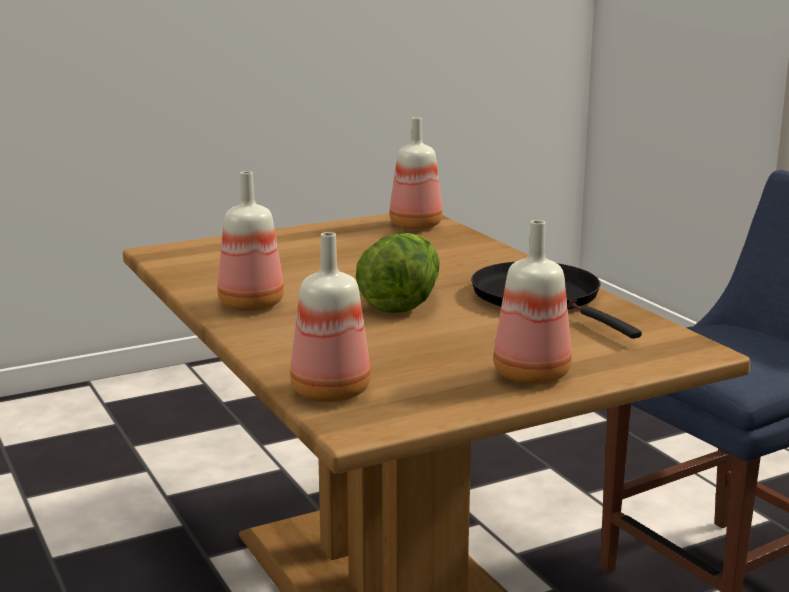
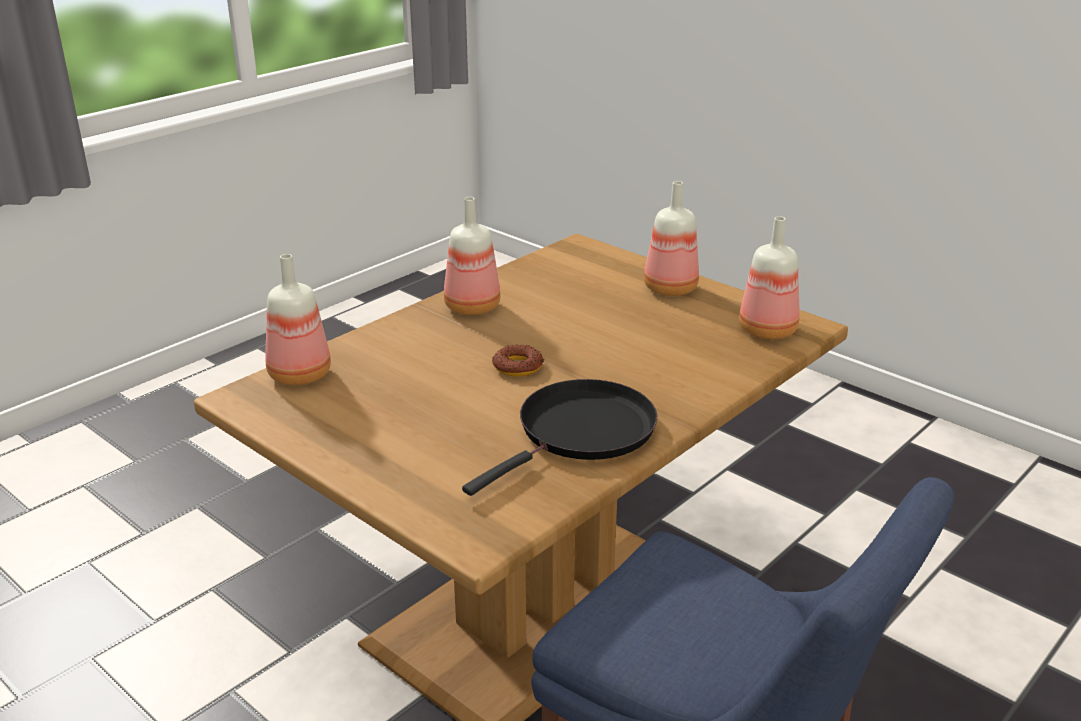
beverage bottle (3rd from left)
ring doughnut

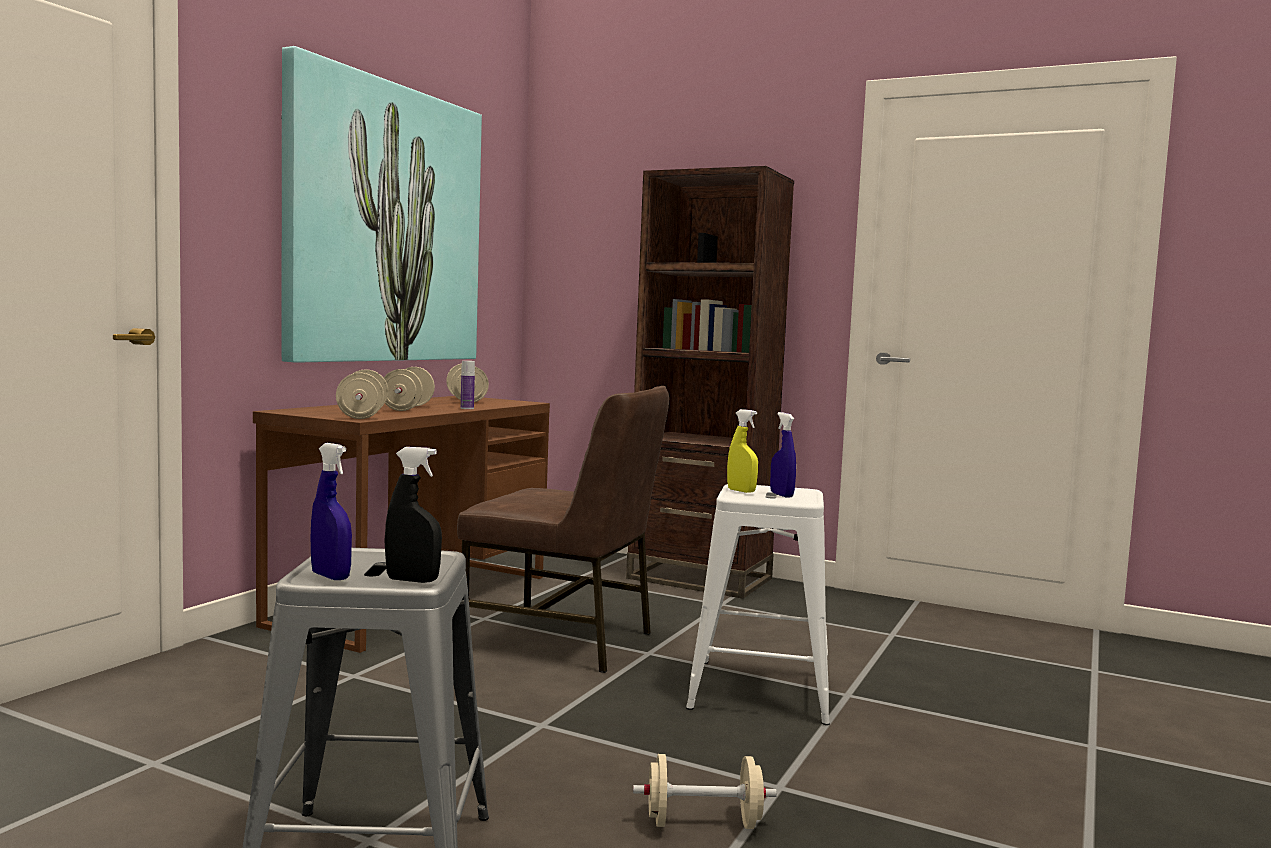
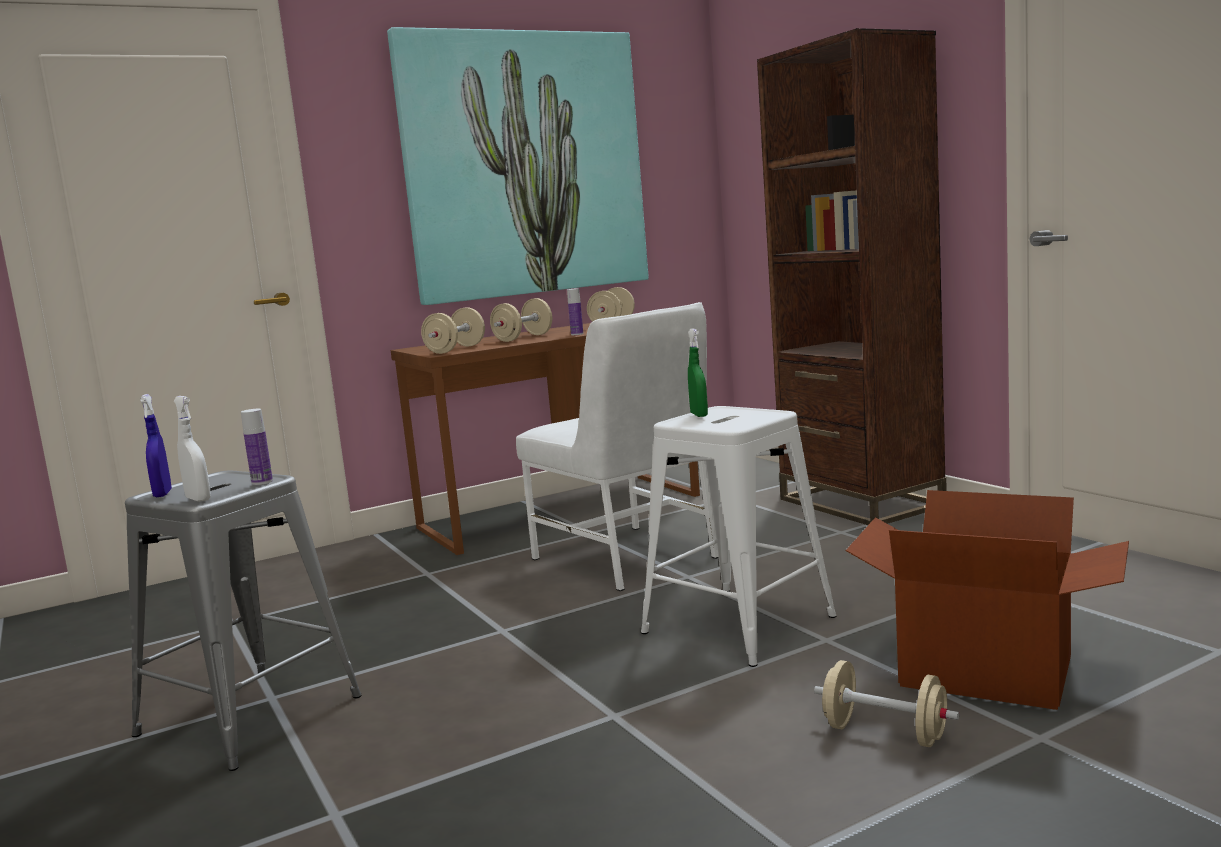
sprayer/blue (2nd from left in the first image)
beverage bottle (1st from left)
cardboard box
free weight/beige-coloured (4th from left)
sprayer/white-coloured
chair/white-coloured
sprayer/green

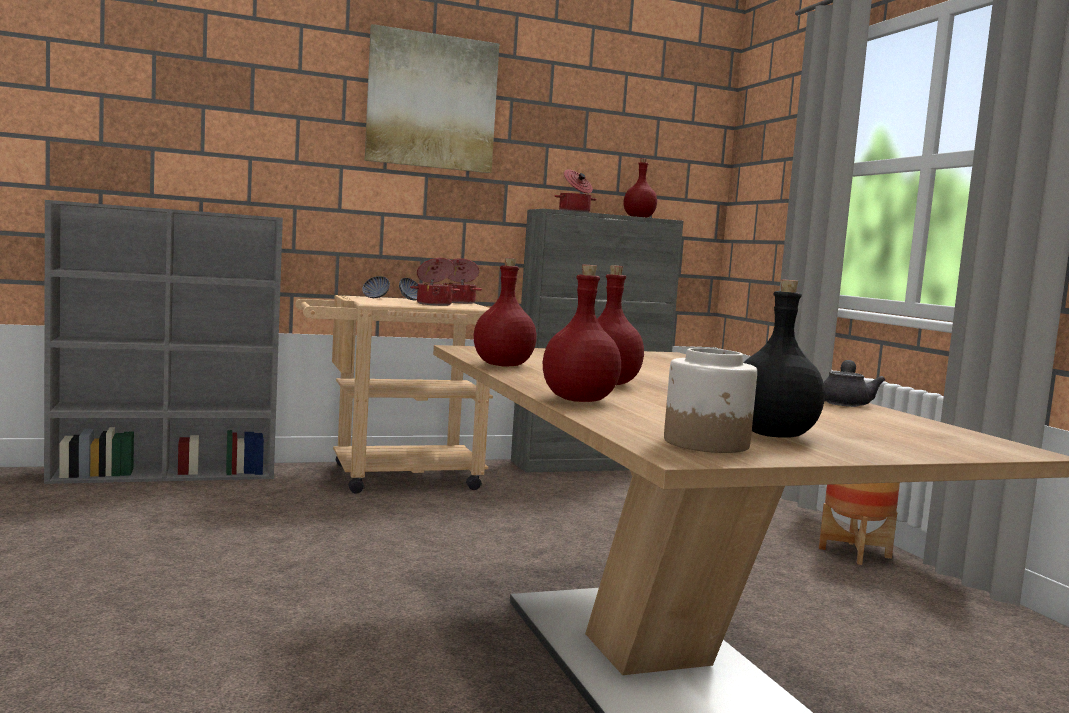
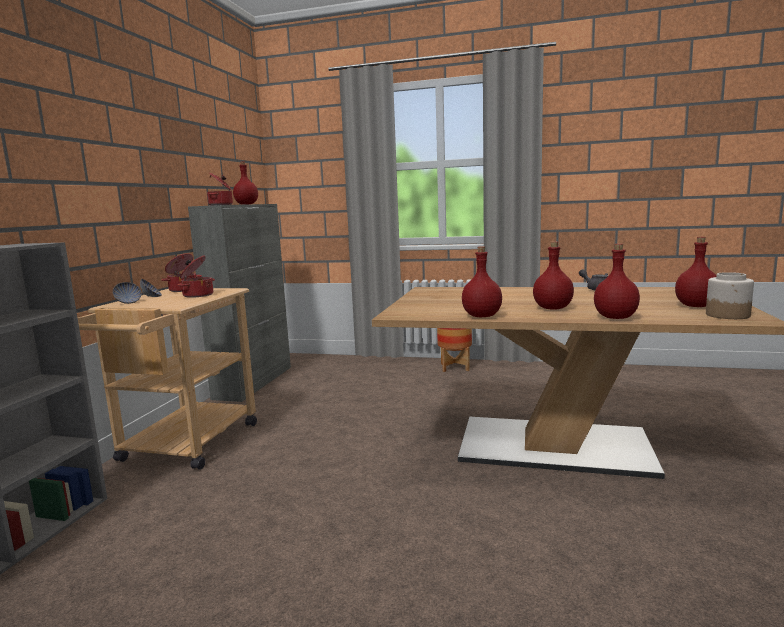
wall art
beverage bottle/reddish (5th from left)

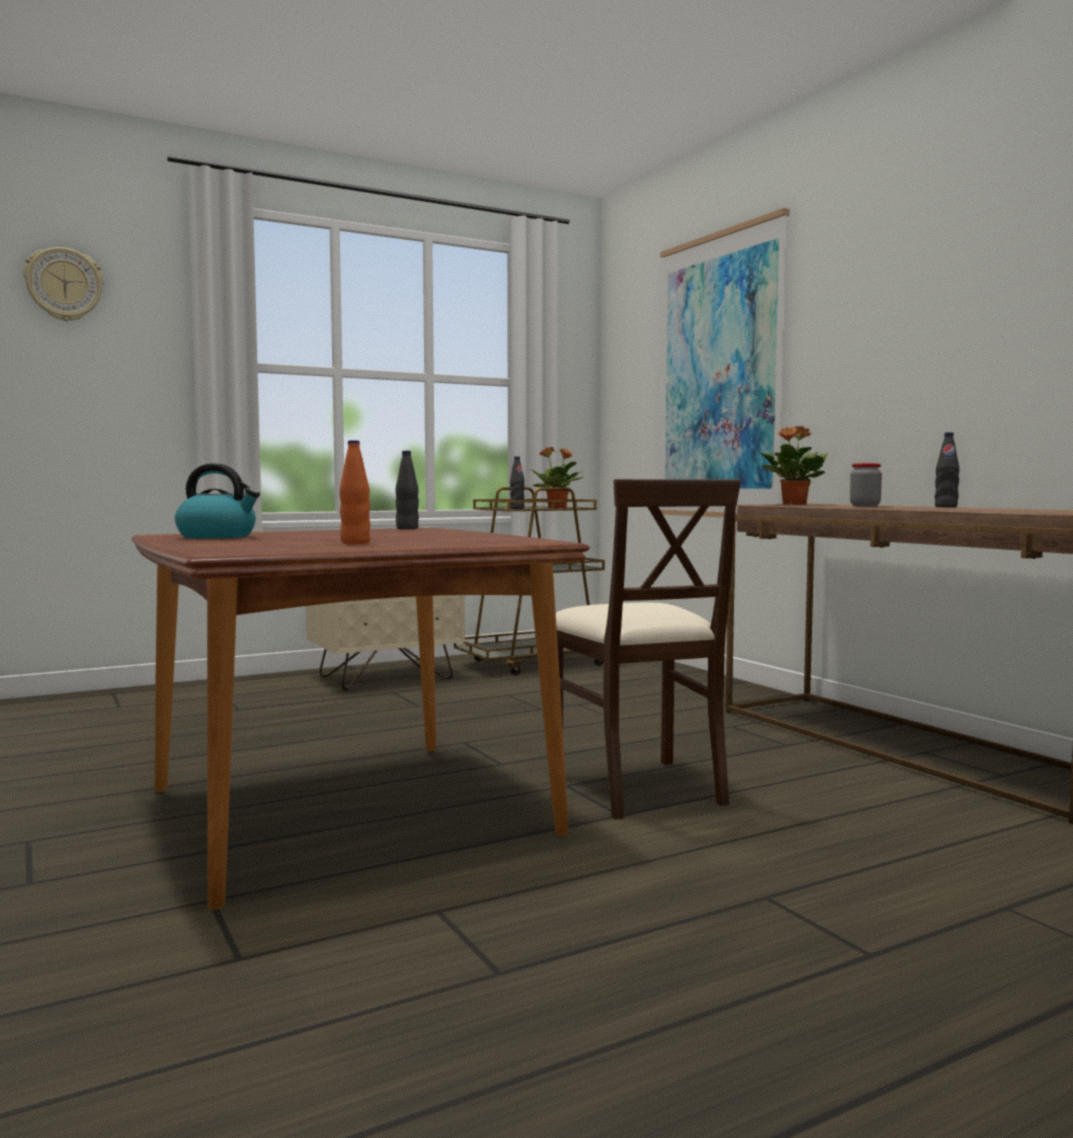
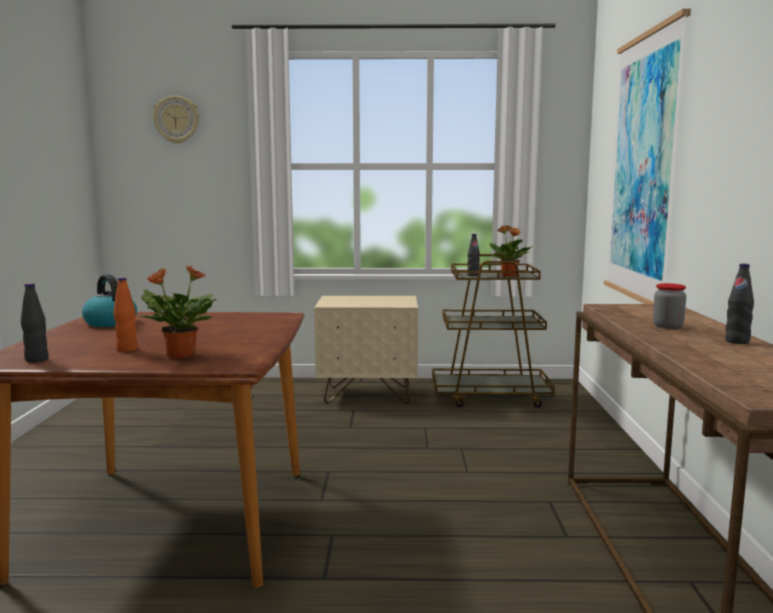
chair/beige-coloured
beverage bottle/blackish (1st from left)
houseplant (1st from left)

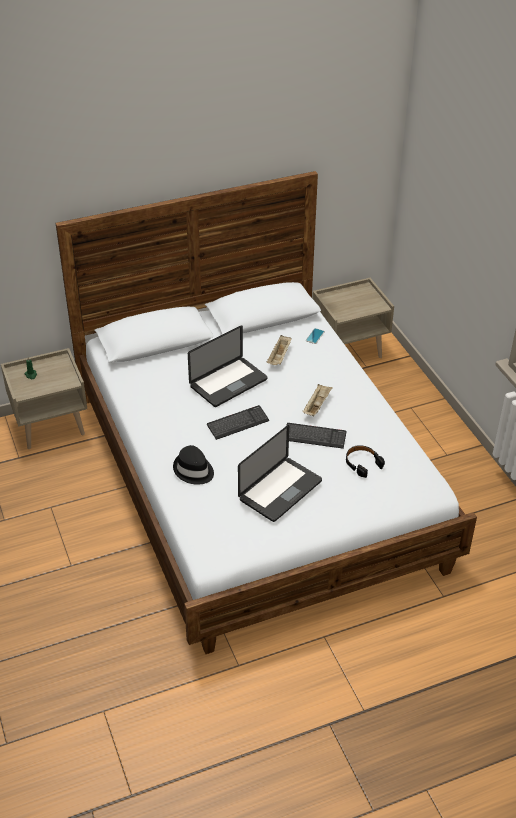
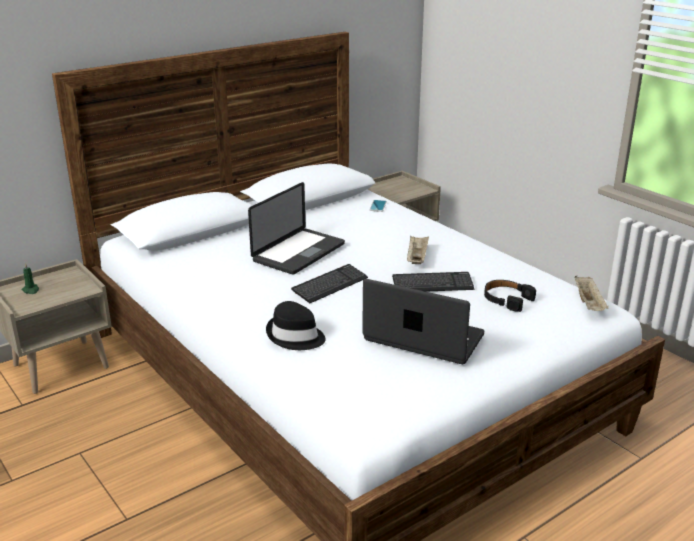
serving tray/beige-coloured (2nd from left)
notebook computer (2nd from left)

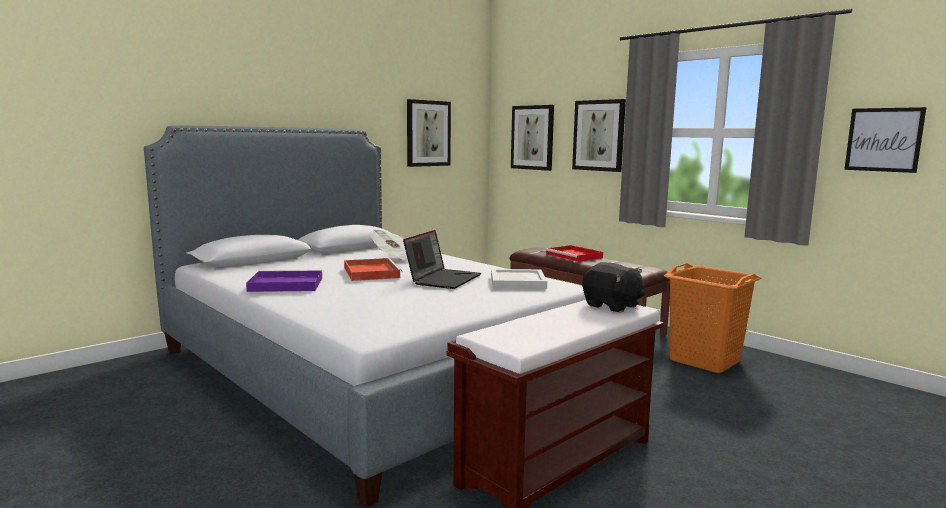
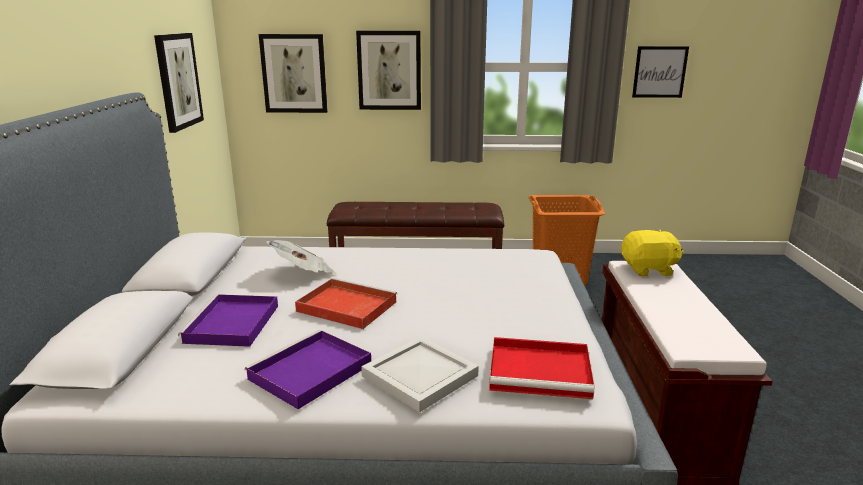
notebook computer
serving tray/purple (1st from left)
serving tray/white-coloured
serving tray/reddish (2nd from left)
cuddly toy/yellow

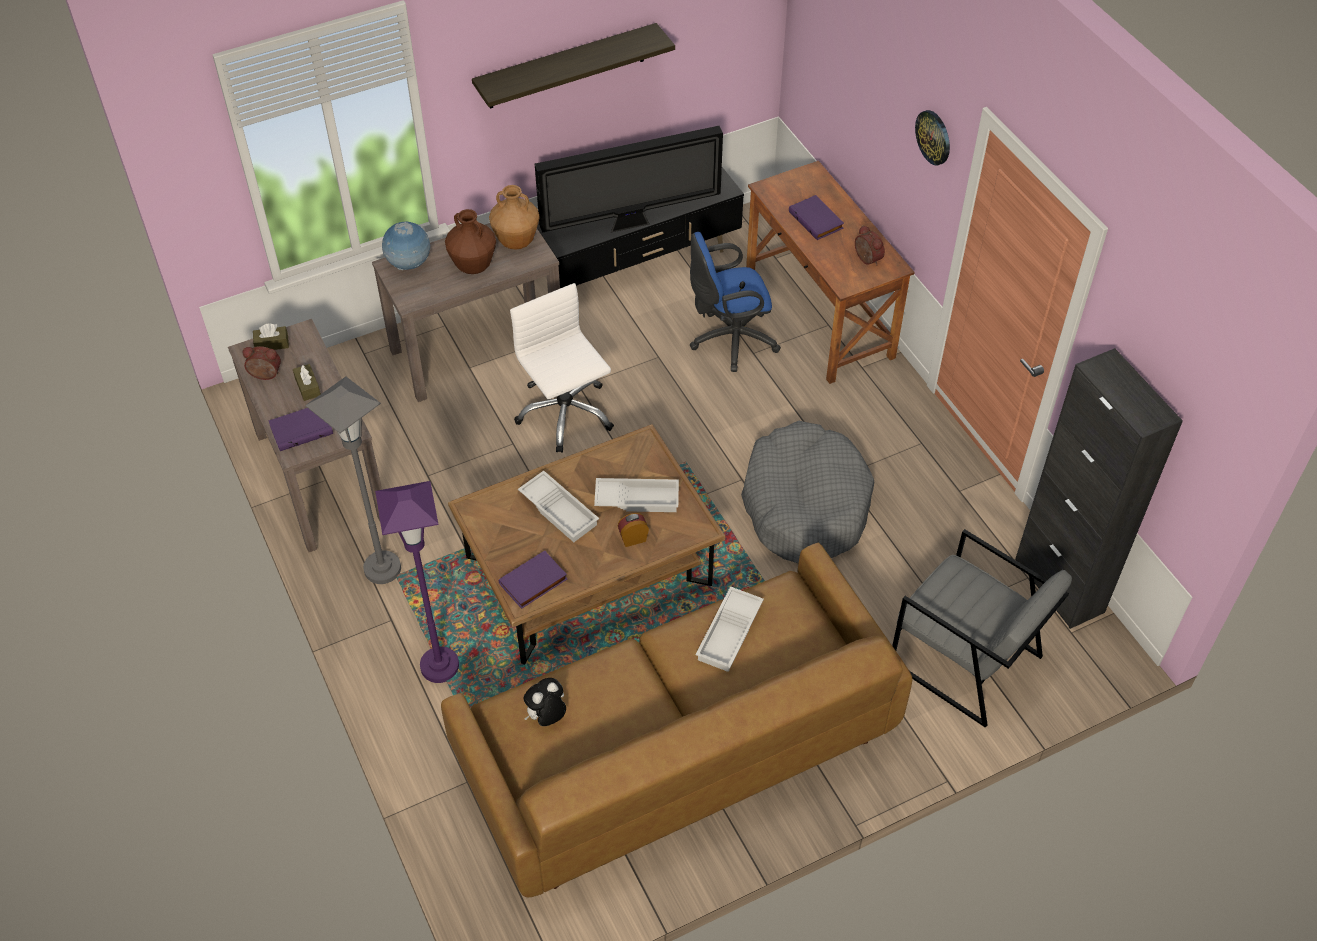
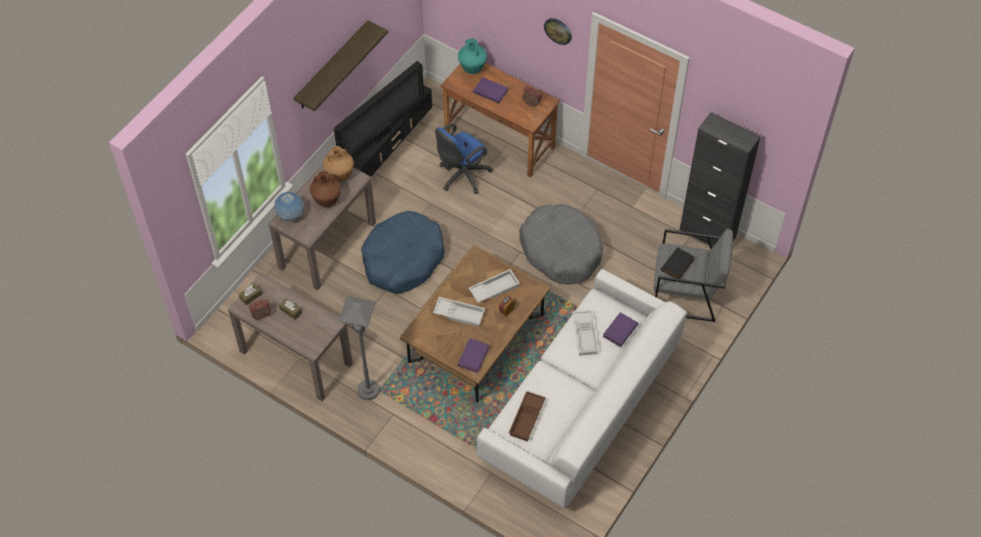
floor lamp/purple
vase/turquoise-coloured
bound book/blackish
bound book/purple (3rd from left)
pet bed/blue
serving tray/brown
sofa/white-coloured

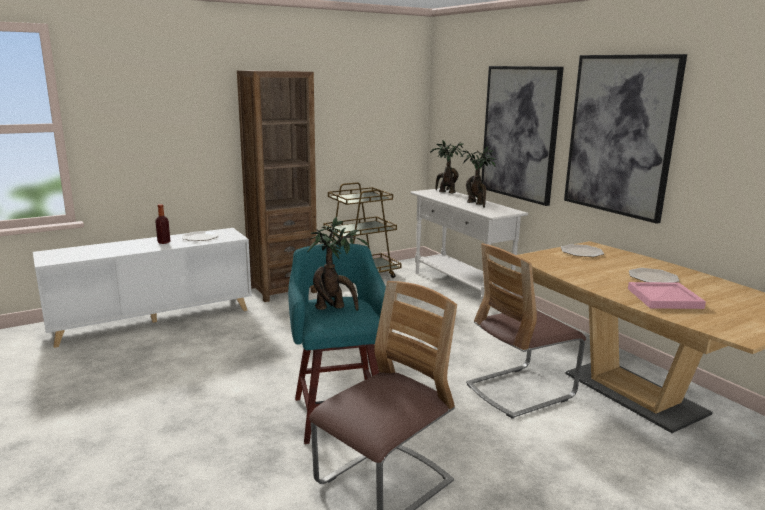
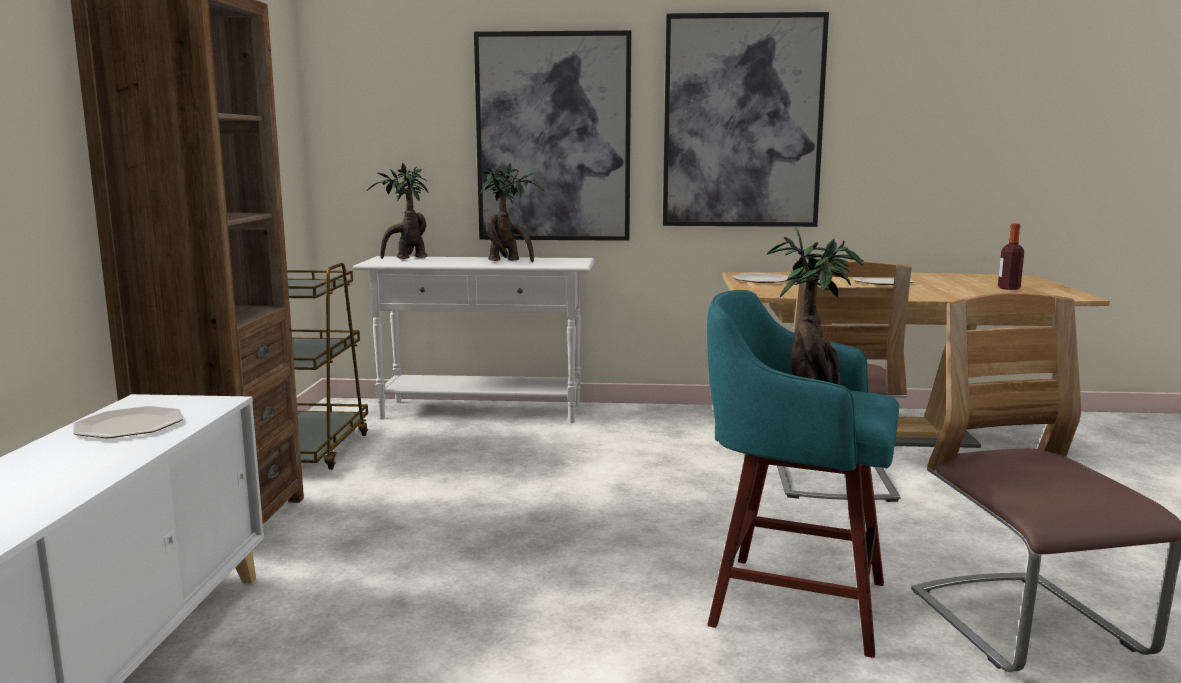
serving tray/pinkish
beverage bottle

